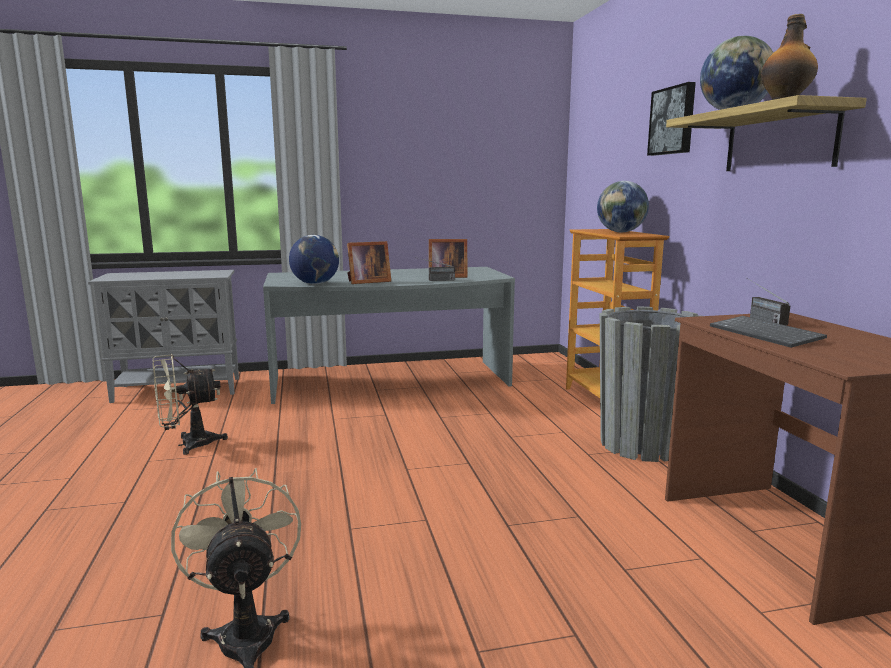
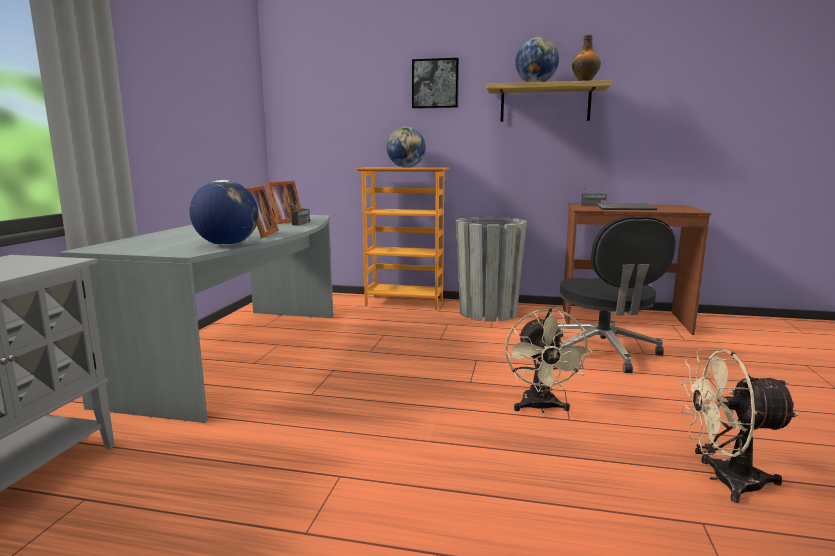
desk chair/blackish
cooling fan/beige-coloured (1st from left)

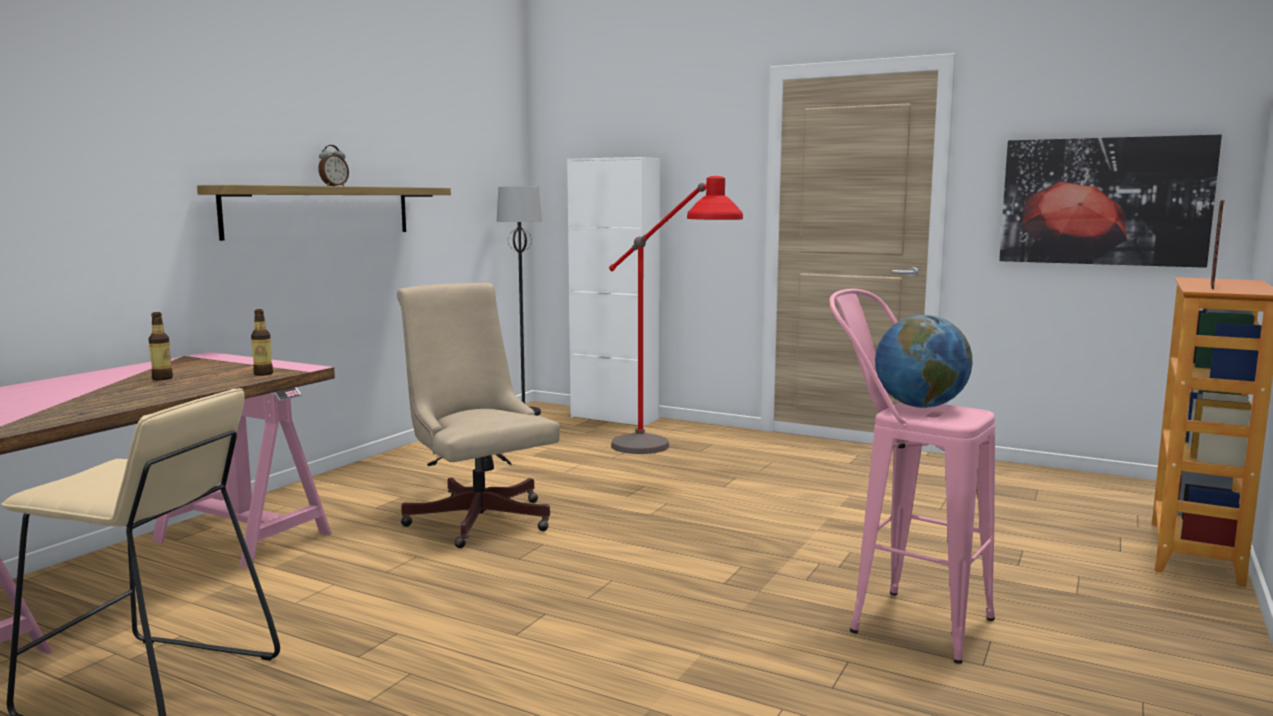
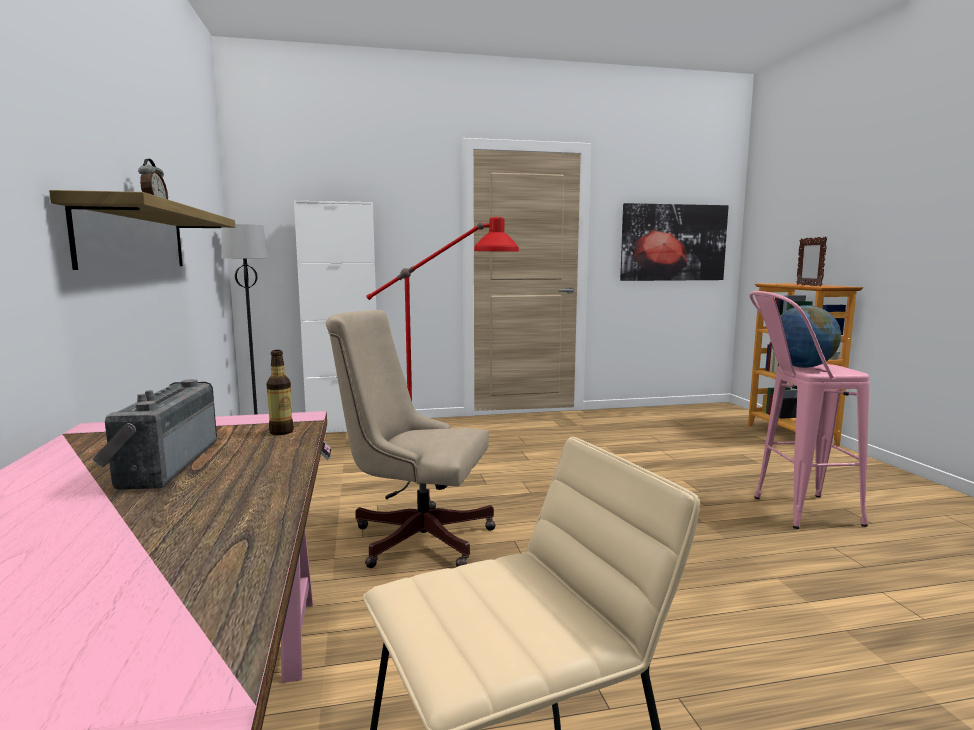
radio set

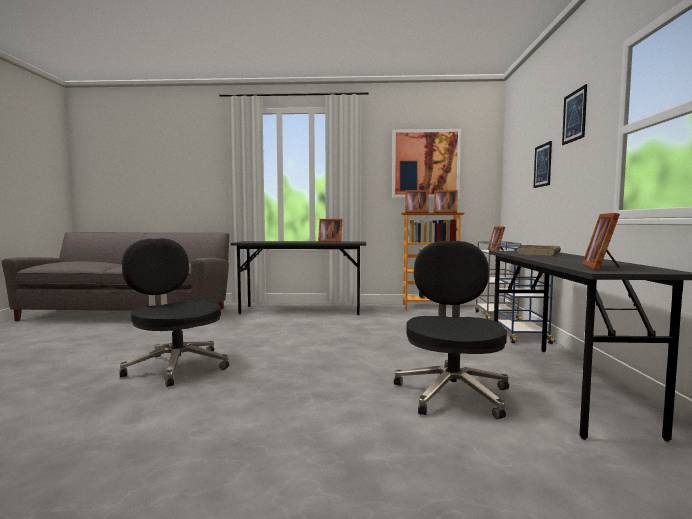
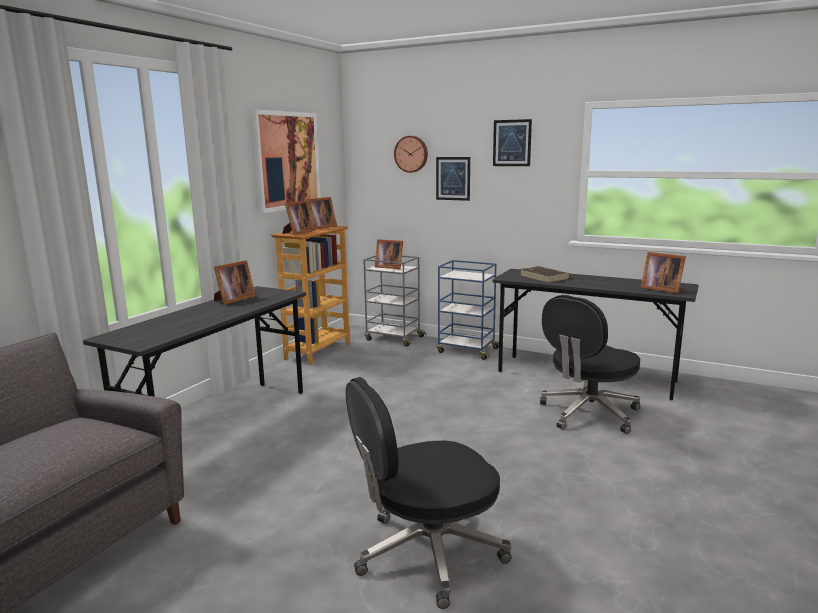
clock on the wall
desk chair/blackish (2nd from left)

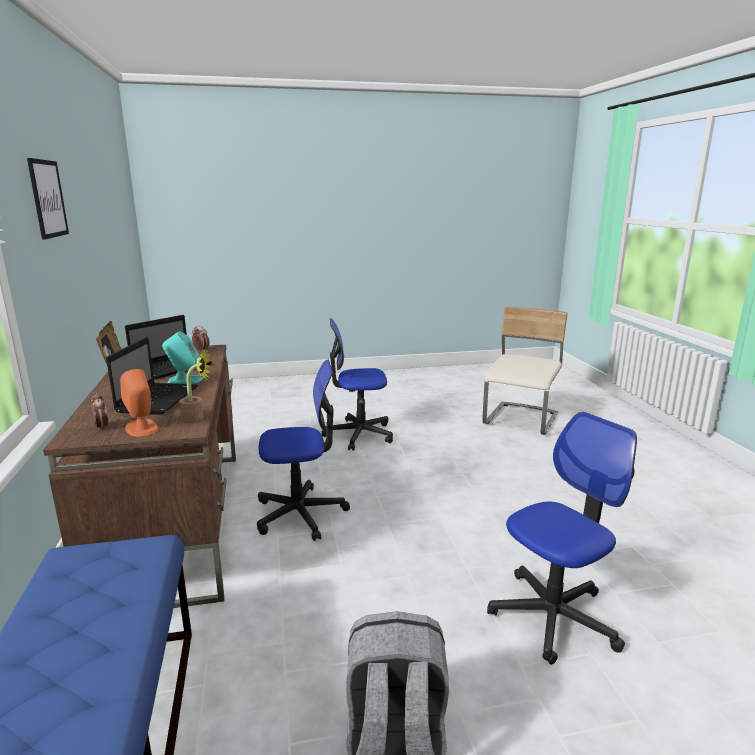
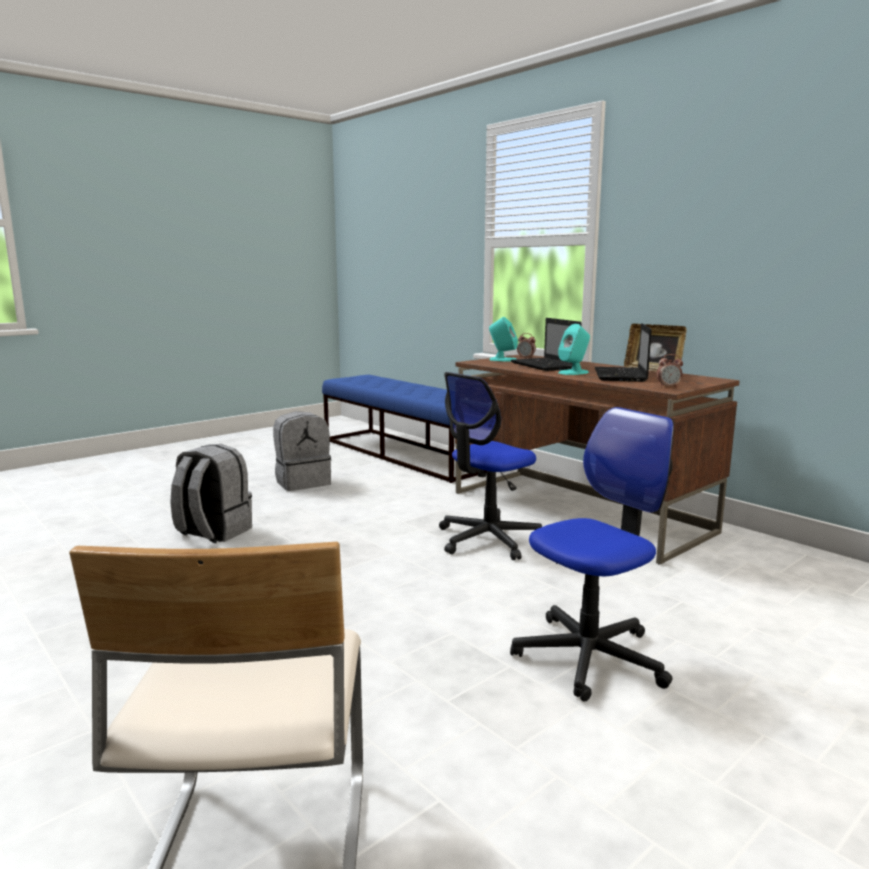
wall art
houseplant
knapsack/grey (1st from left)
audio speaker/turquoise-coloured (1st from left)

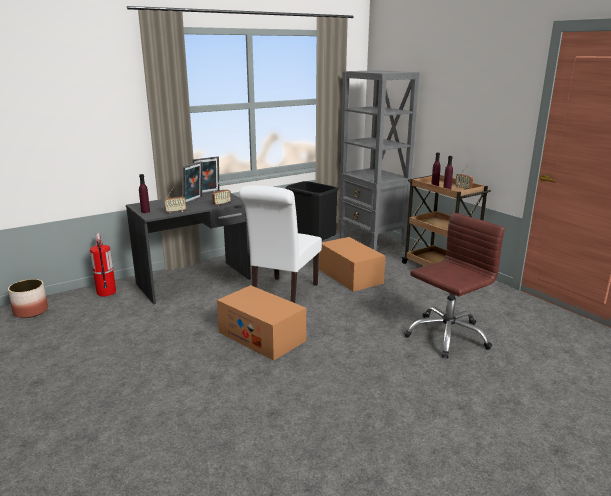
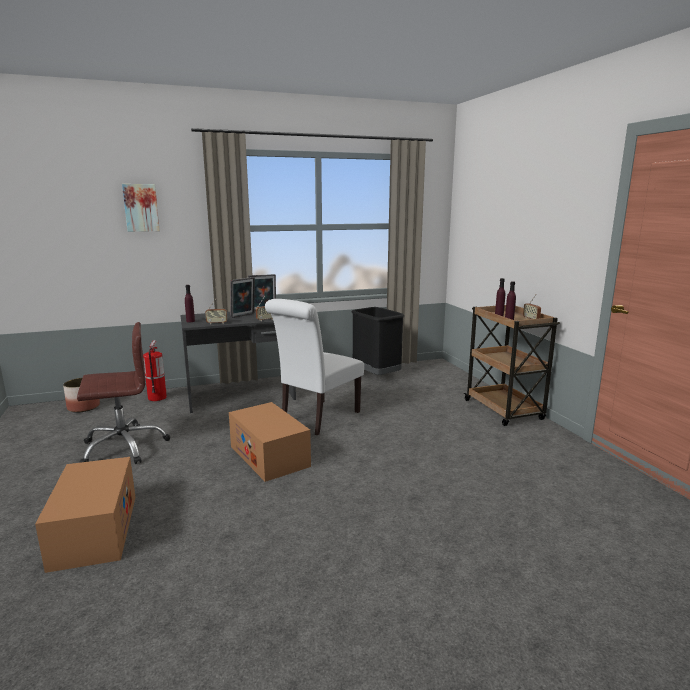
shelving unit/grey
wall art
cardboard box (1st from left)
desk chair/brown

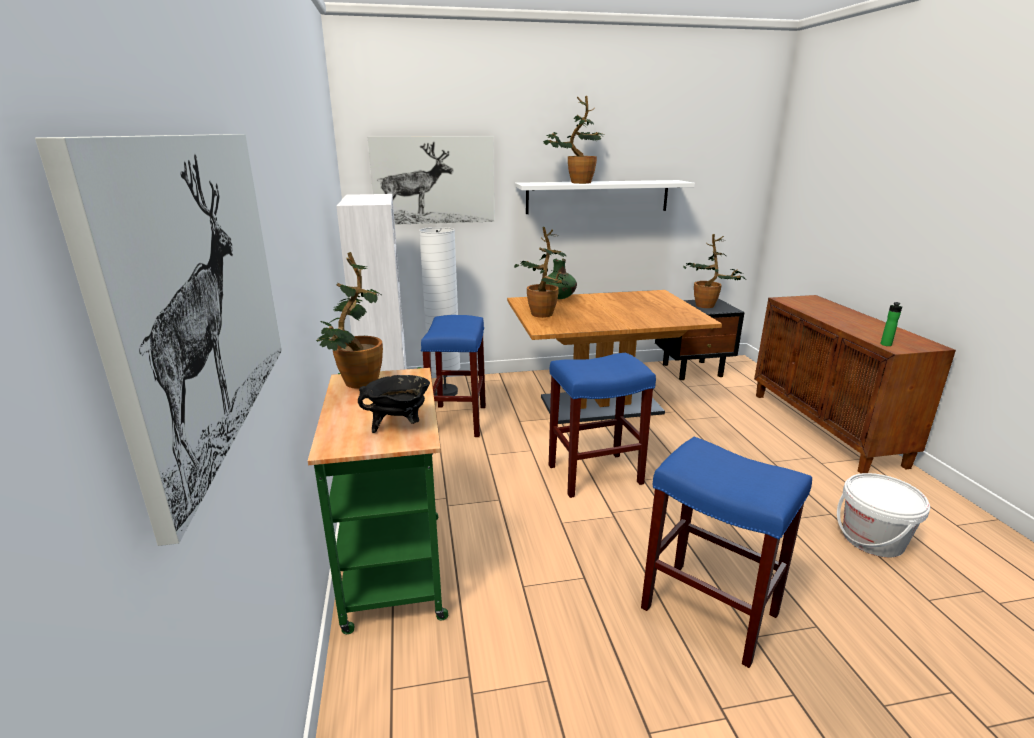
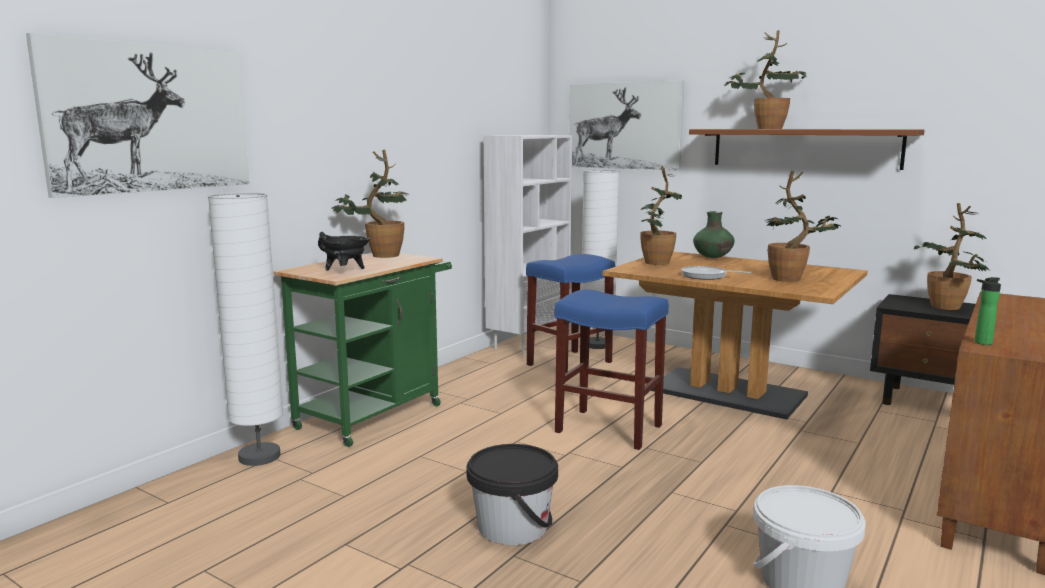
floor lamp/white-coloured (1st from left)
frying pan
houseplant (4th from left)
water bucket/blackish
bracket shelf/brown

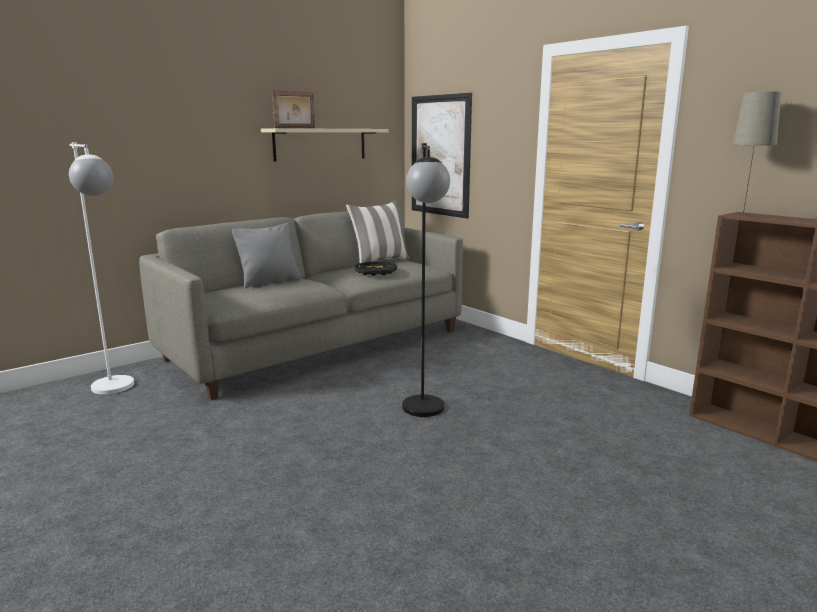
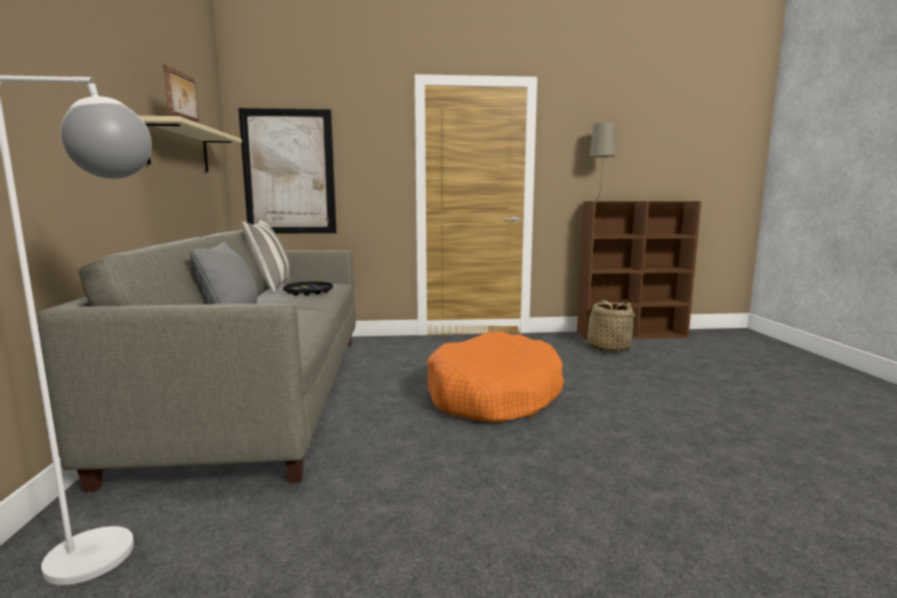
household basket
pet bed/orange-coloured

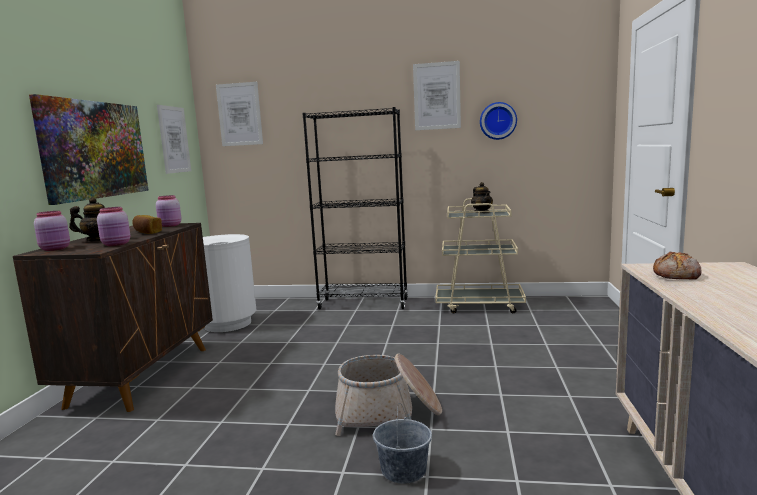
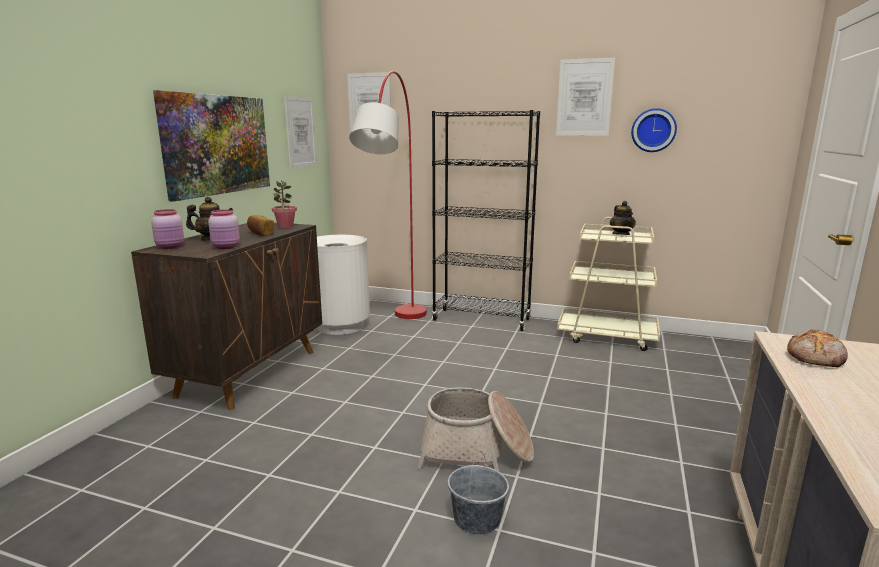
floor lamp/reddish
houseplant

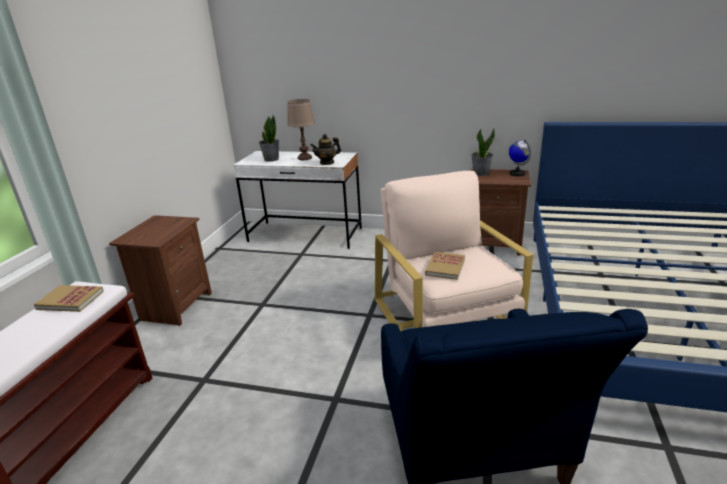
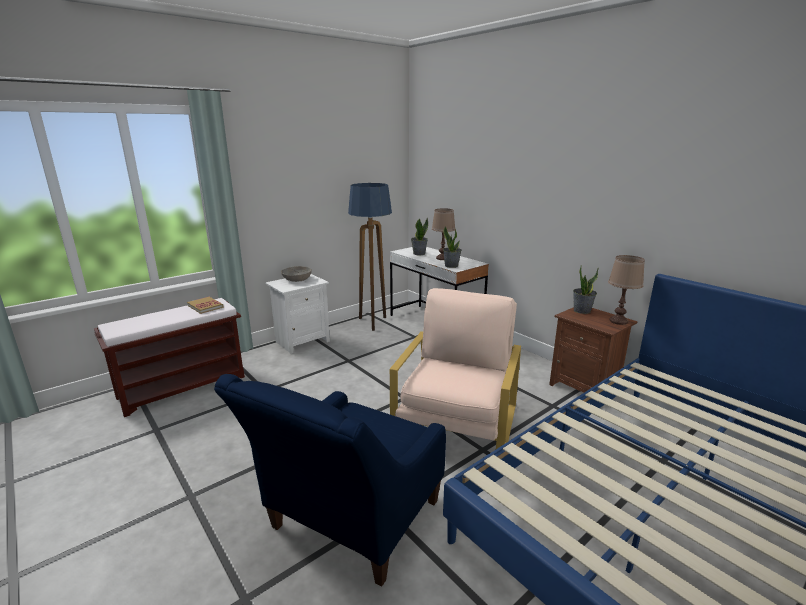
bound book (2nd from left in the first image)
bowl/grey
floor lamp
houseplant (2nd from left)
table lamp/brown (2nd from left)
bedside table/white-coloured

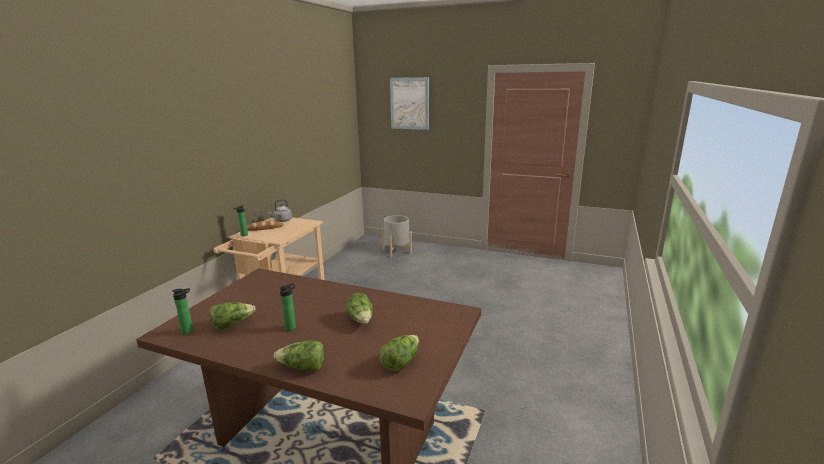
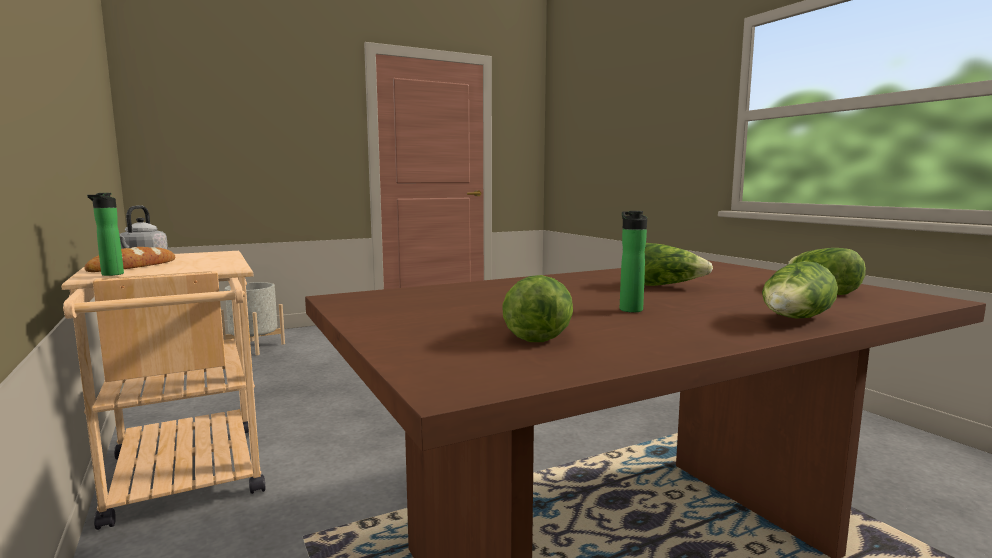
beverage bottle (1st from left in the first image)
wall art

